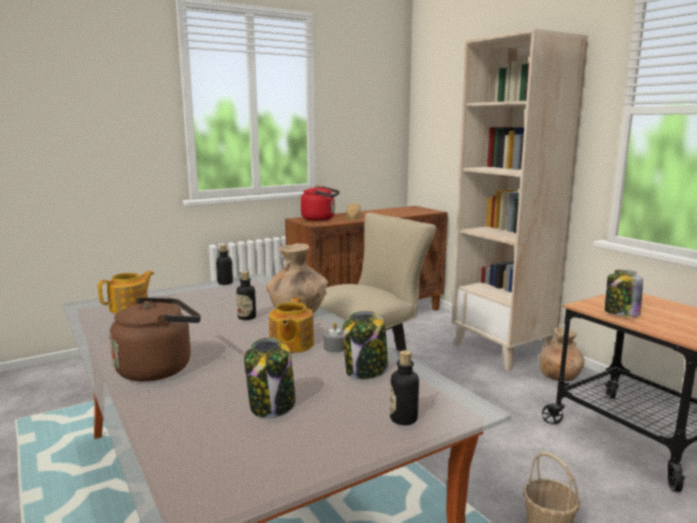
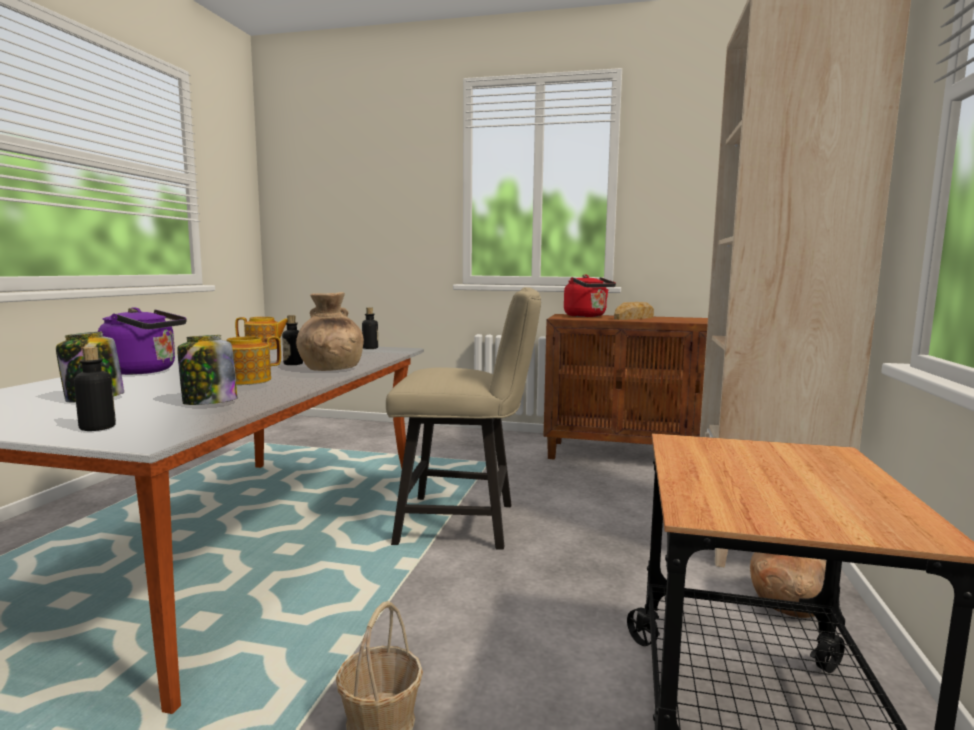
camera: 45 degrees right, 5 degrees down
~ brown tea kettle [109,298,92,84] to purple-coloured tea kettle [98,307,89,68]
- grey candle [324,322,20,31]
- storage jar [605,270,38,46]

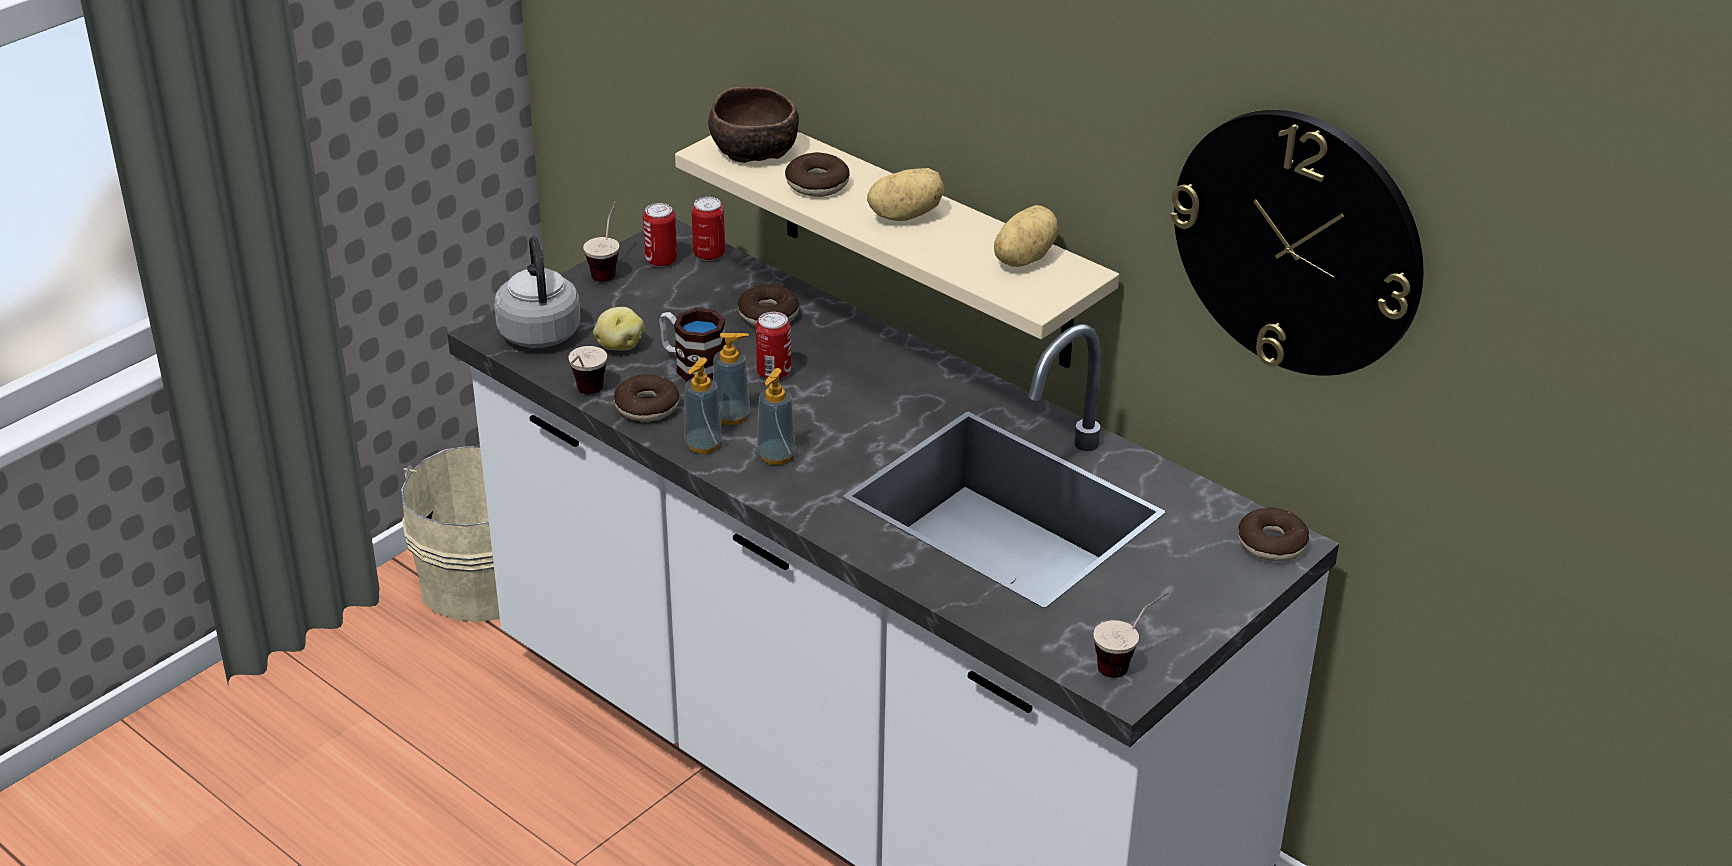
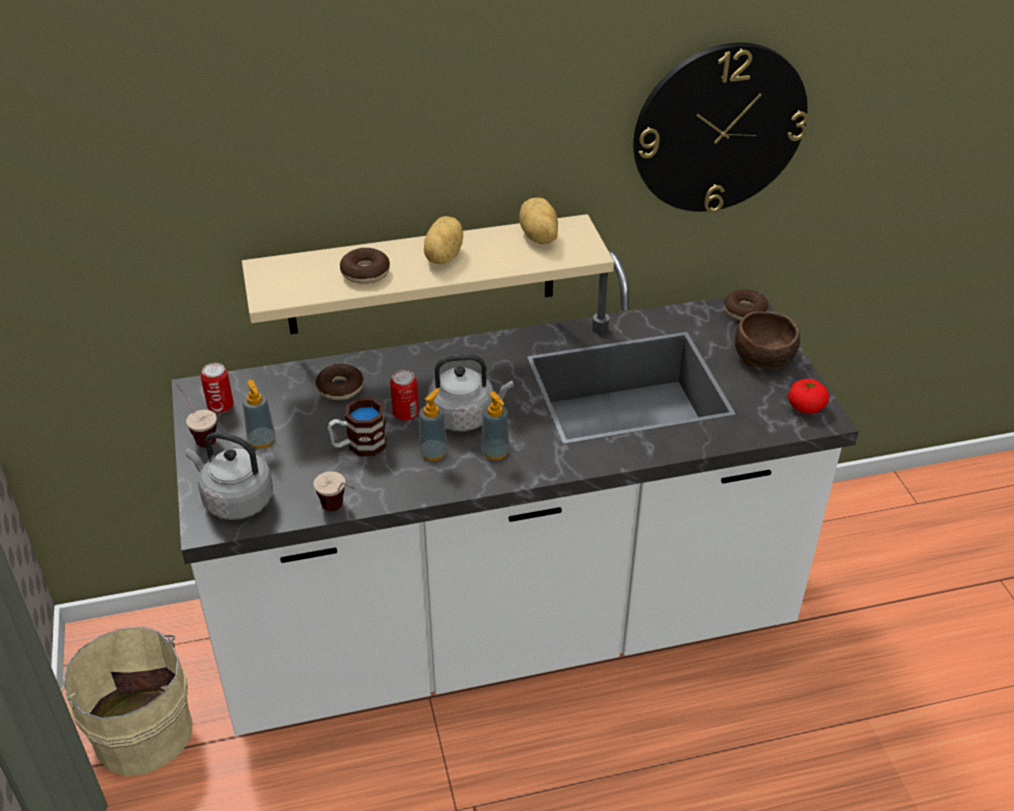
camera: 55 degrees left, 5 degrees up
- spud [593,307,51,44]
- donut [614,374,65,47]
~ liquid soap bottle [684,357,38,97] to [242,380,34,68]
- metal can [692,197,33,64]
~ brown bowl [708,87,91,76] to [735,311,65,59]
~ small cup [1093,592,76,86] to fresh tomato [788,379,41,35]
+ grey tea kettle [428,354,85,77]

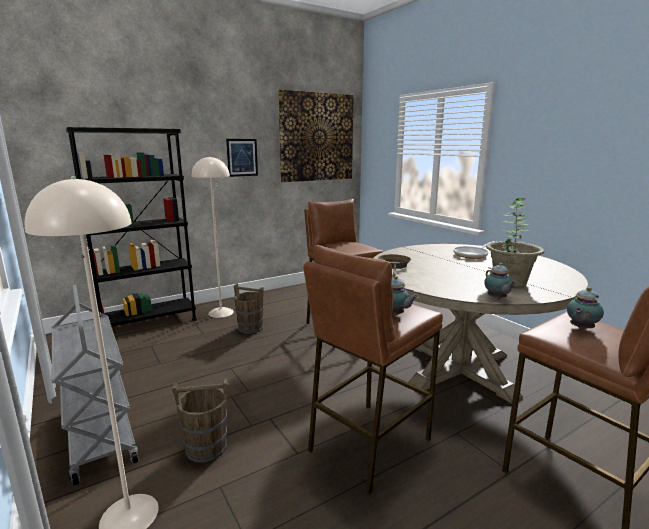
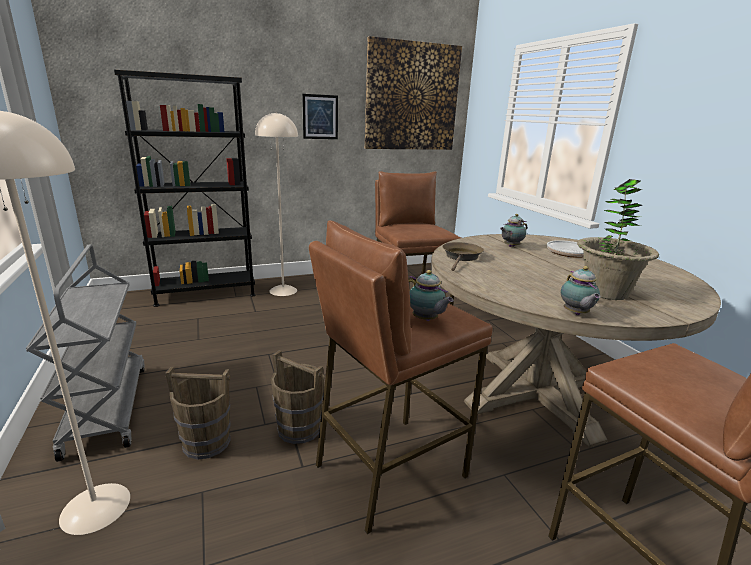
camera: 10 degrees right, 5 degrees up
~ brown bucket [234,284,30,50] to [271,350,53,94]
~ pot for tea [567,287,37,43] to [500,214,27,33]

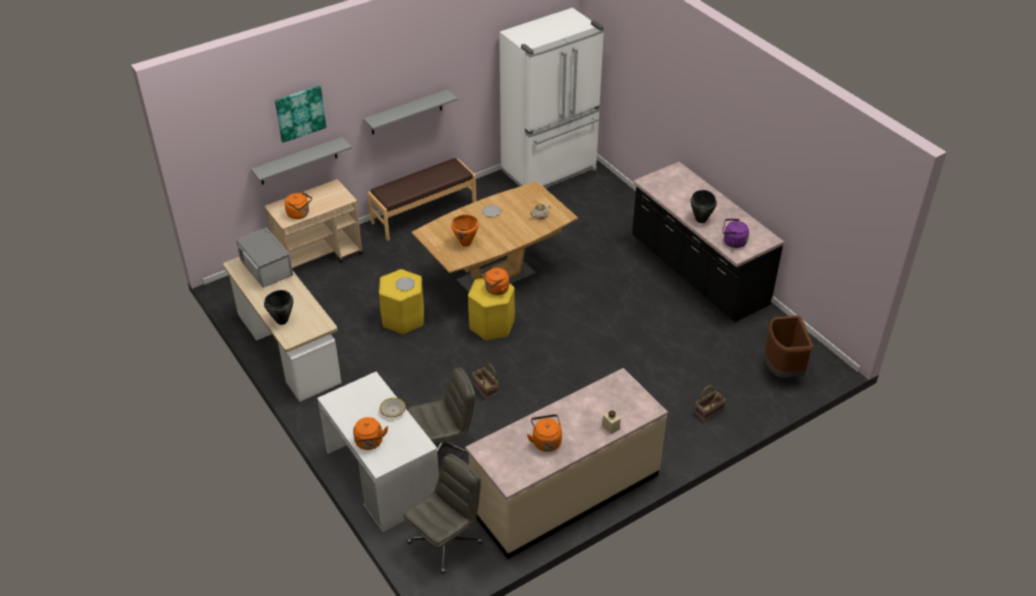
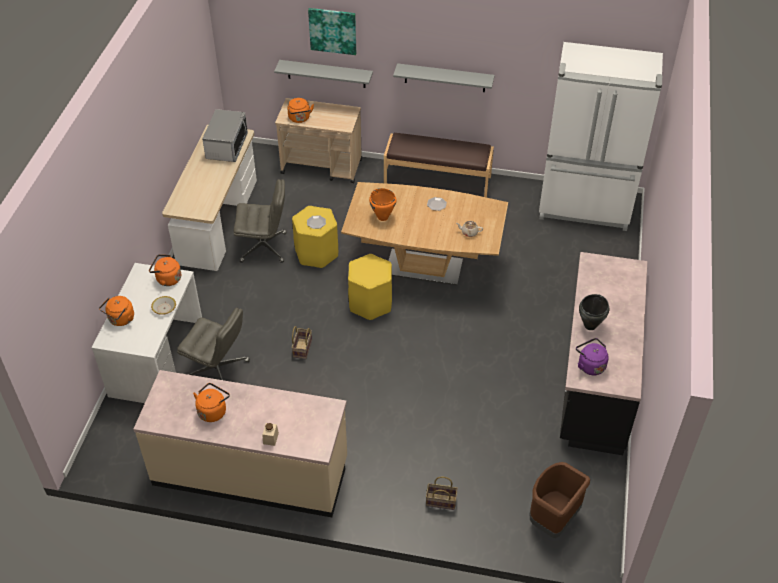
camera: 45 degrees right, 5 degrees up
- black-coloured cooking pot [264,290,29,35]
~ grey computer chair [403,454,80,120] to [234,179,53,84]
~ orange tea kettle [480,267,29,28] to [149,254,32,32]

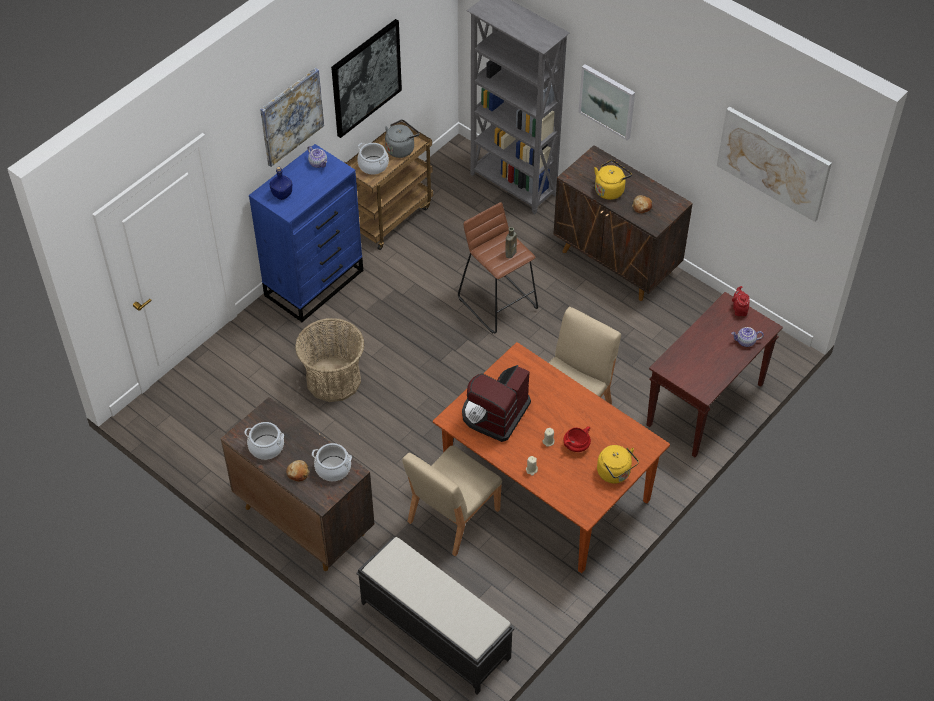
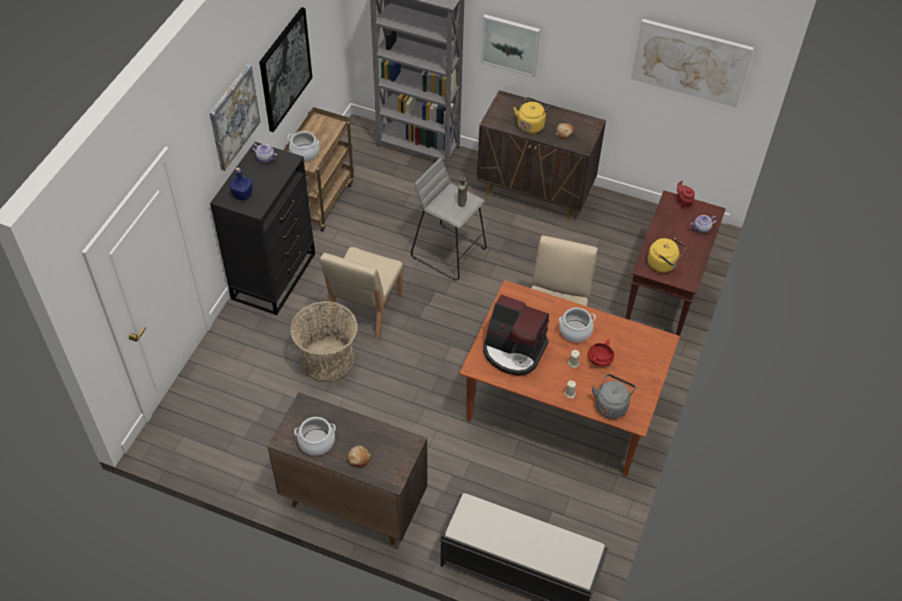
camera: 20 degrees left, 0 degrees up
~ blue dresser [249,144,114,178] to black-coloured dresser [210,142,105,173]
~ cooking pot [312,443,40,38] to [559,308,37,34]
~ grey tea kettle [385,120,35,38] to [592,374,44,45]
~ beige-coloured chair [402,445,100,111] to [320,247,83,93]
~ brown stool seat [458,202,80,131] to grey stool seat [411,158,76,123]
~ coffee machine [462,365,69,77] = [483,294,66,82] 75 degrees counterclockwise
~ yellow-coloured tea kettle [597,445,42,39] to [648,238,38,35]

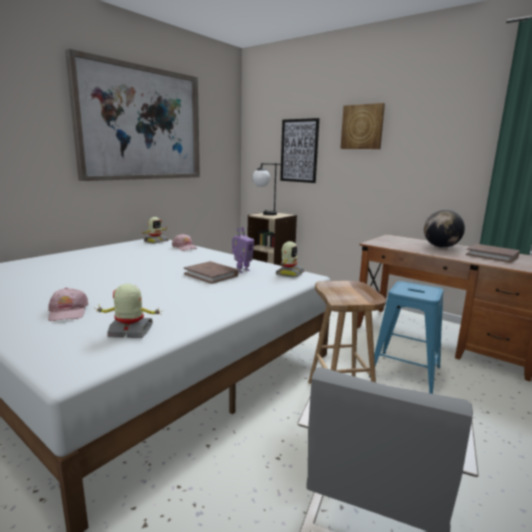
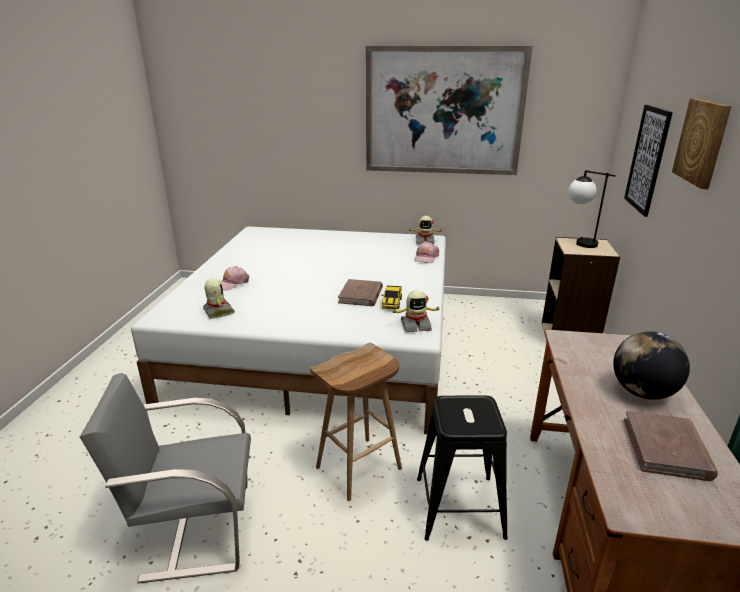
camera: 60 degrees right, 10 degrees up
~ toy robot [232,227,22,46] to miniature car [382,285,20,24]
~ blue stool seat [369,281,75,113] to black-coloured stool seat [417,395,91,146]

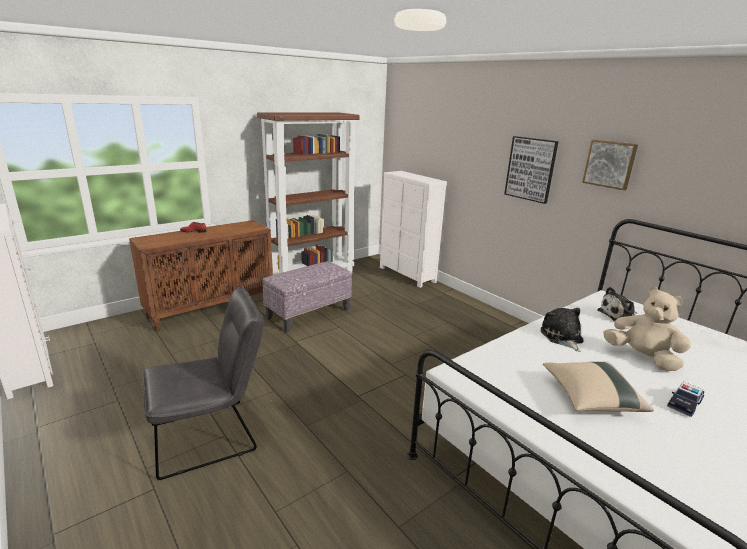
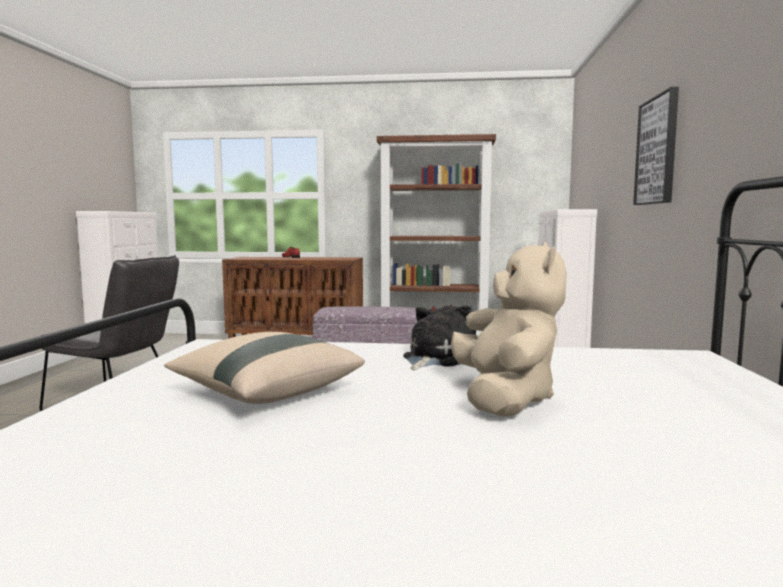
camera: 45 degrees right, 15 degrees down
- wall art [582,140,56,50]
- soft toy [597,287,40,34]
- miniature car [667,382,37,35]

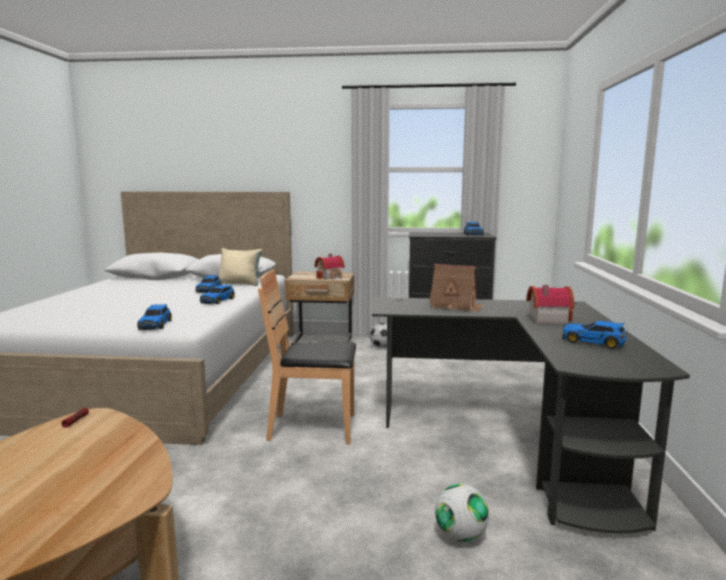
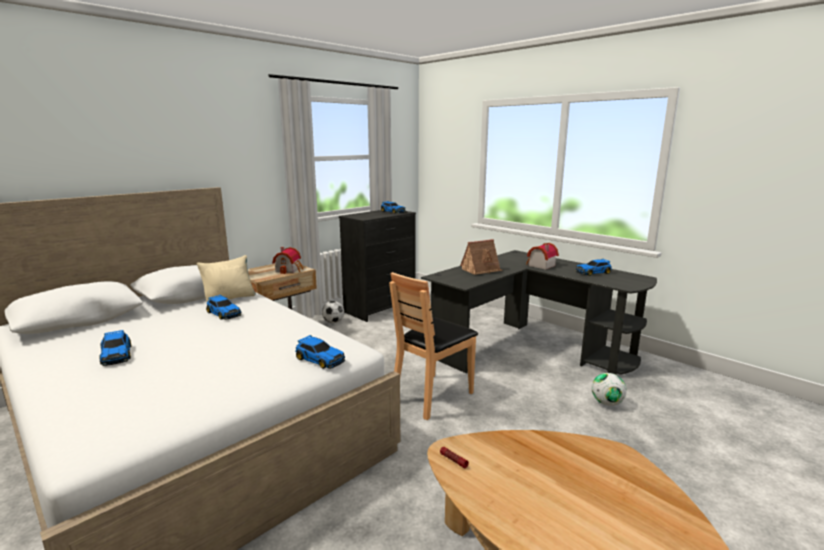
camera: 50 degrees left, 5 degrees up
~ miniature car [199,284,36,20] to [99,330,32,36]

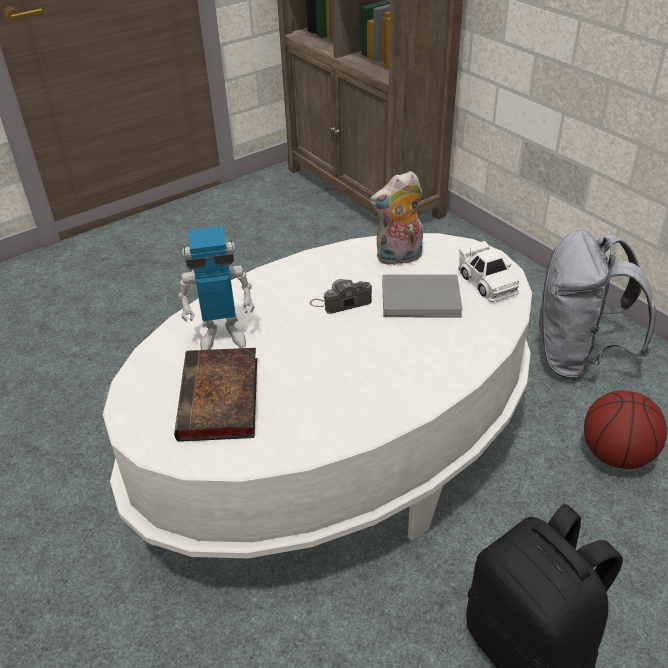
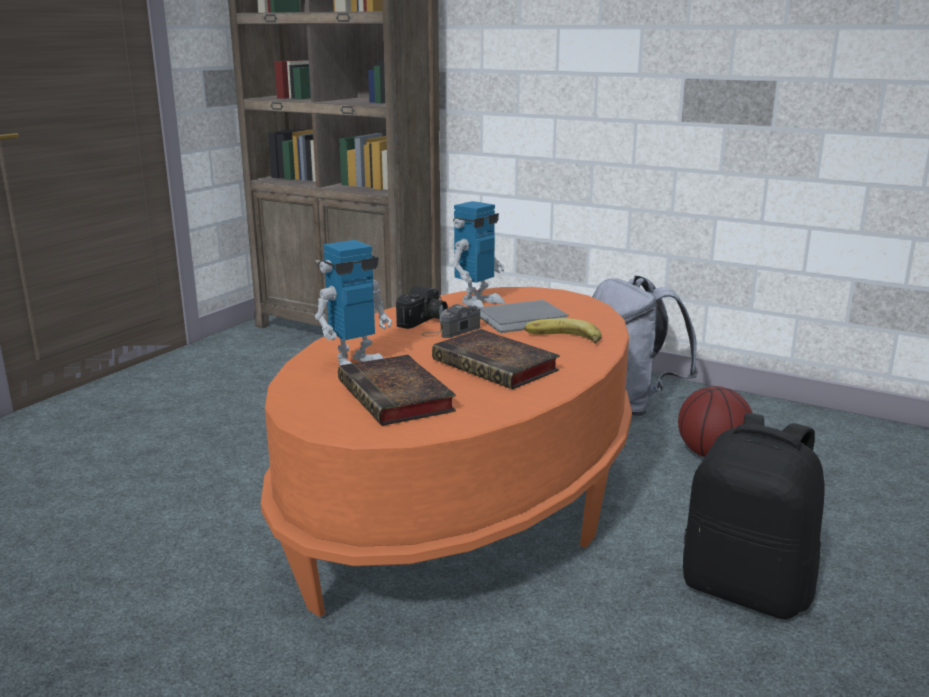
camera: 25 degrees left, 20 degrees down
~ white coffee table [103,233,429,325] to orange coffee table [261,287,371,330]
~ soft toy [370,171,53,95] to toy robot [452,201,53,106]
- white miniature car [458,241,62,61]
+ photo camera [396,286,52,43]
+ book [432,329,128,60]
+ banana fruit [524,318,78,26]

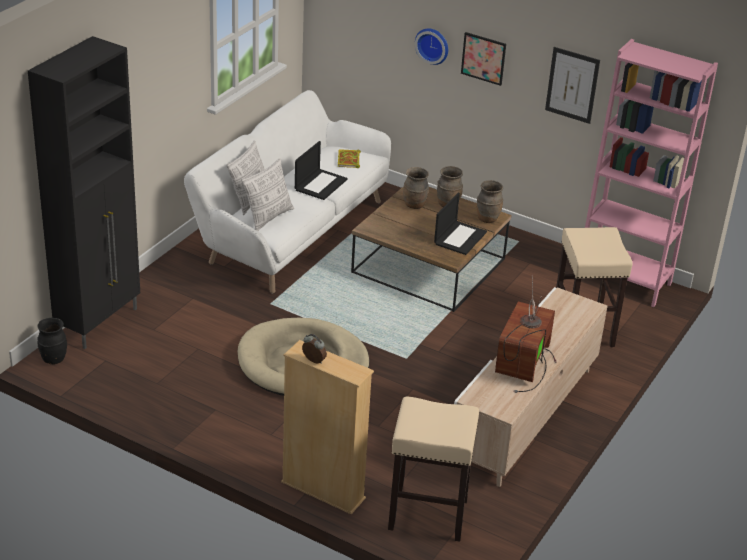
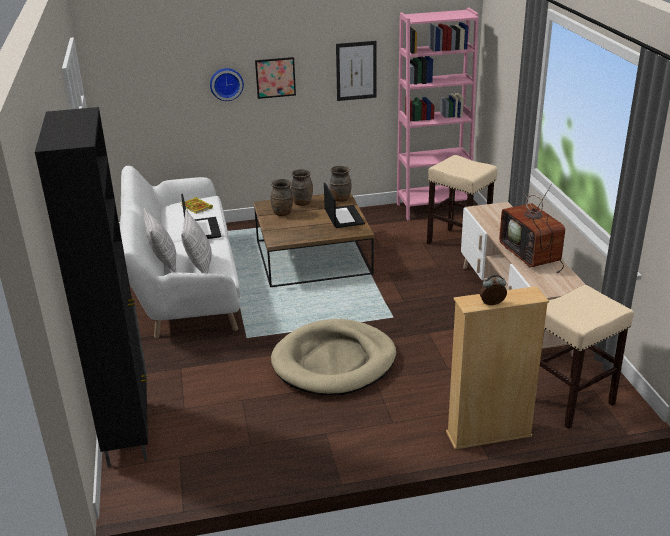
camera: 40 degrees left, 5 degrees down
- black-coloured flower vase [37,318,30,46]

